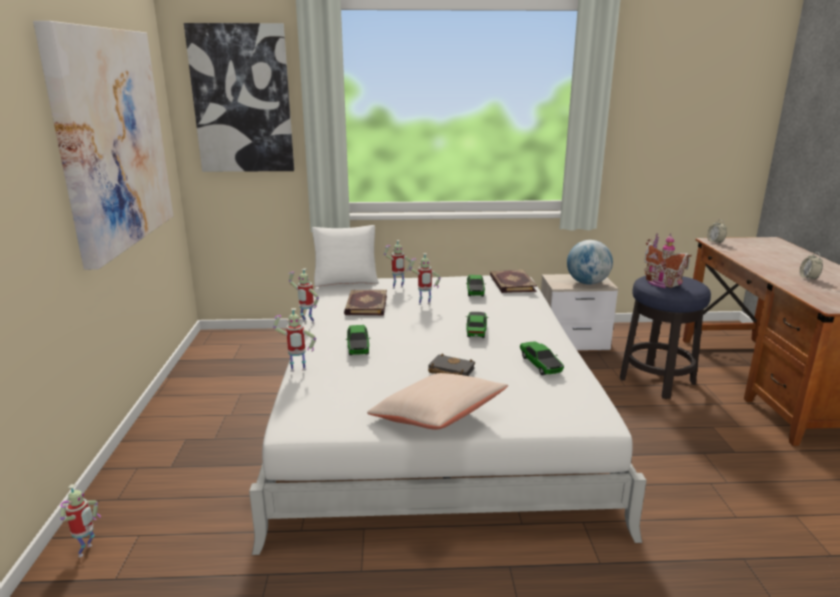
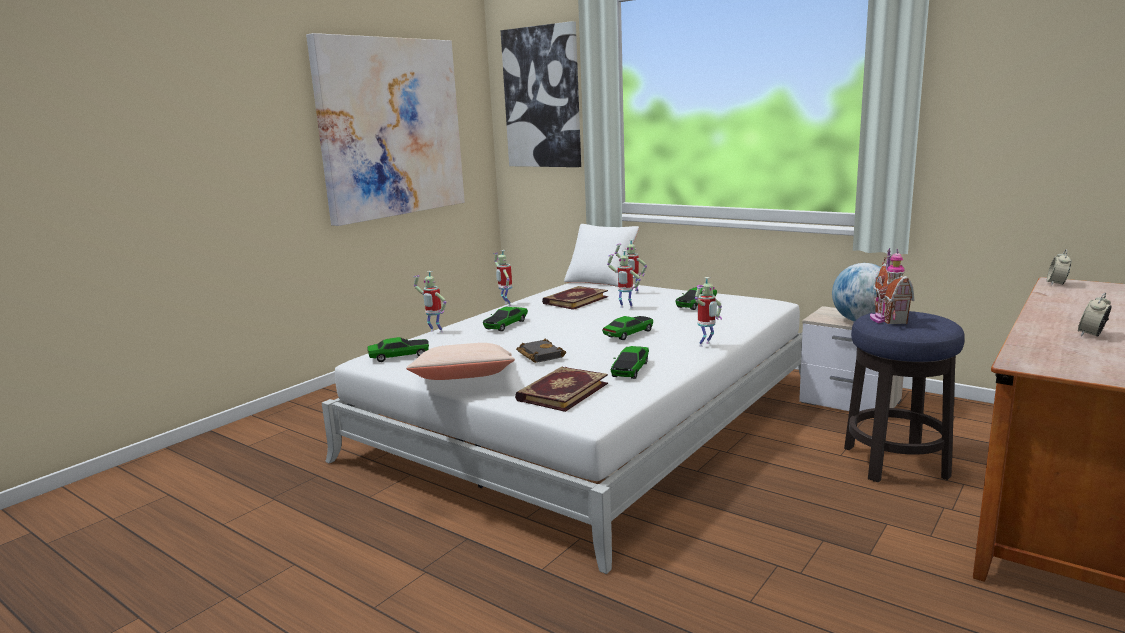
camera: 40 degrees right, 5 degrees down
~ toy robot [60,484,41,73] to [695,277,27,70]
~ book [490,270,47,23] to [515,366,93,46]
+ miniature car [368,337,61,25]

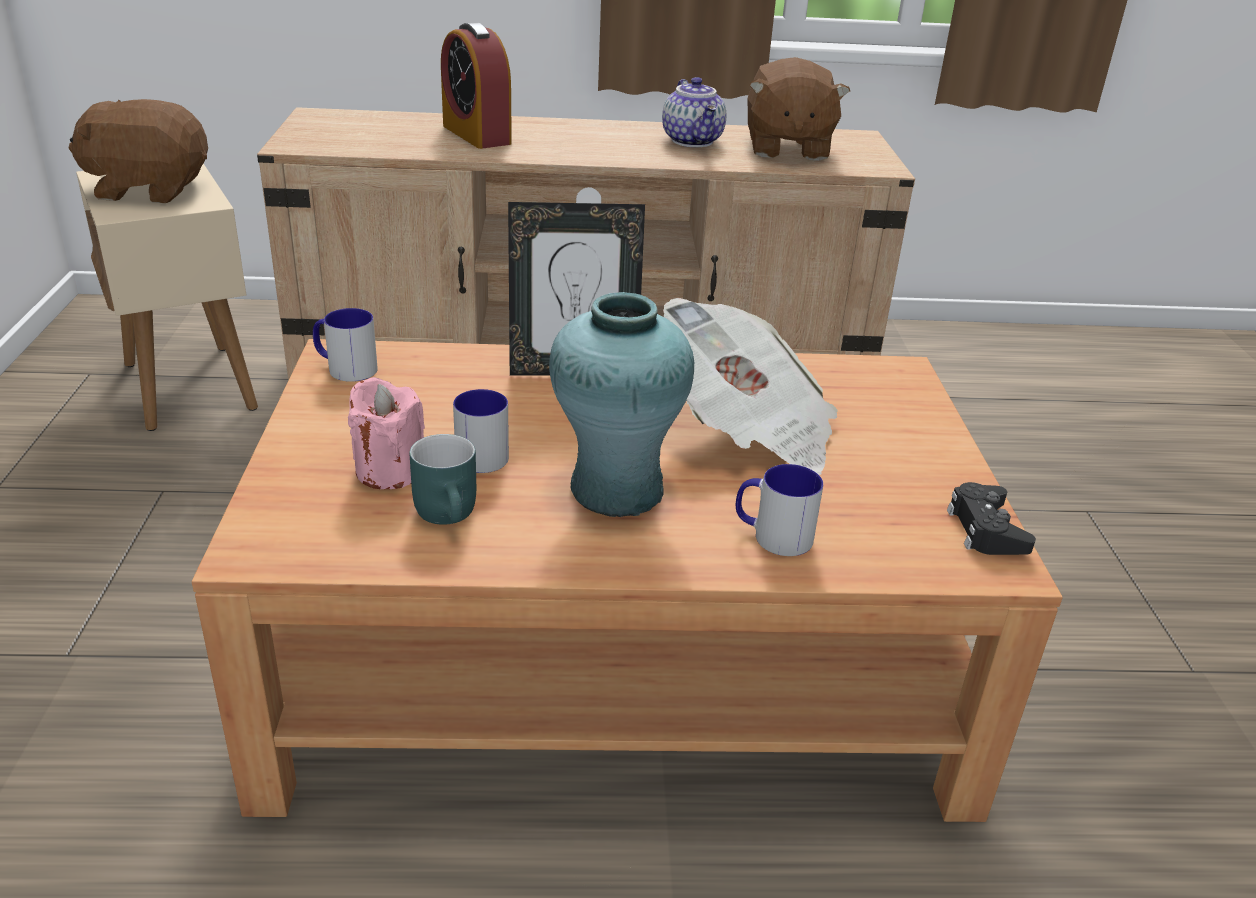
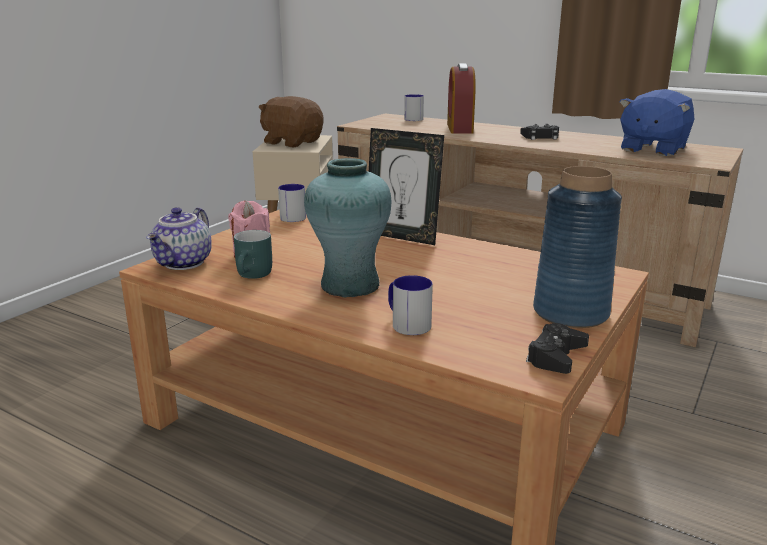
camera: 35 degrees right, 10 degrees down
~ tea mug [453,389,56,84] to [404,94,20,27]
~ pot for tea [662,77,64,70] to [146,207,66,63]
- printed paper [663,298,175,177]
~ brown soft toy [748,57,102,104] to blue soft toy [619,89,76,67]
+ black-coloured joypad [520,124,39,16]
+ blue flower vase [533,166,89,162]

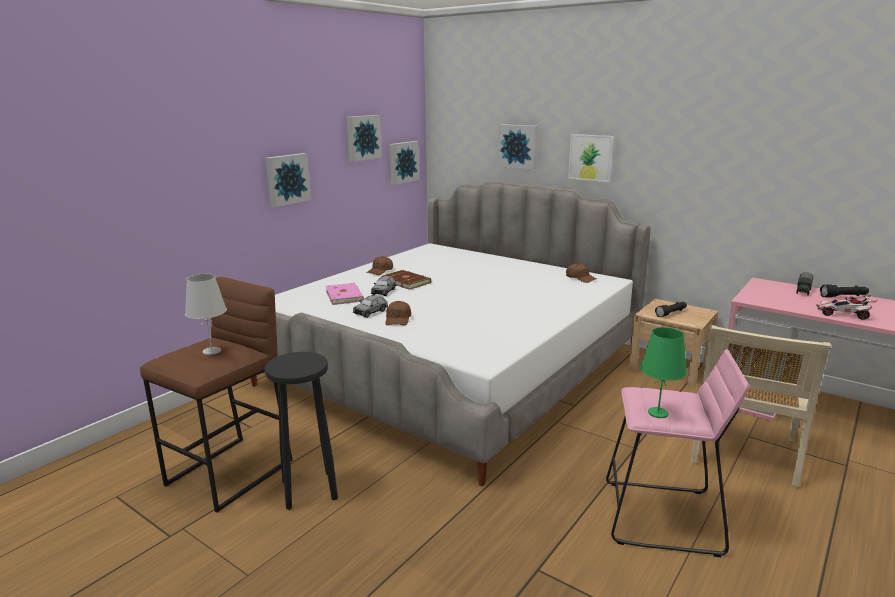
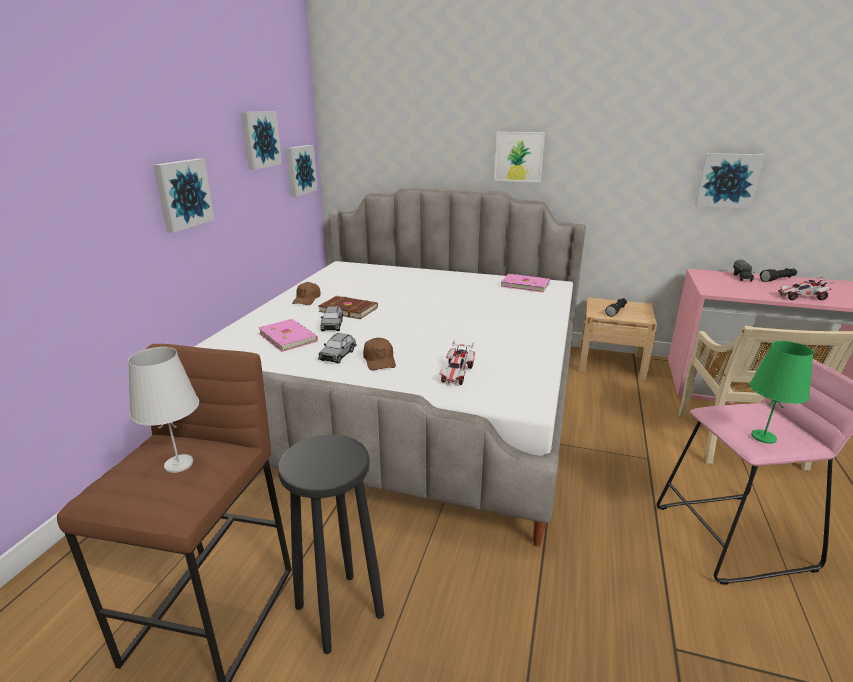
camera: 20 degrees left, 5 degrees up
~ wall art [498,124,40,46] to [695,153,70,56]
~ brown baseball cap [566,263,31,20] to pink-coloured book [500,274,50,19]
+ miniature car [440,340,35,45]

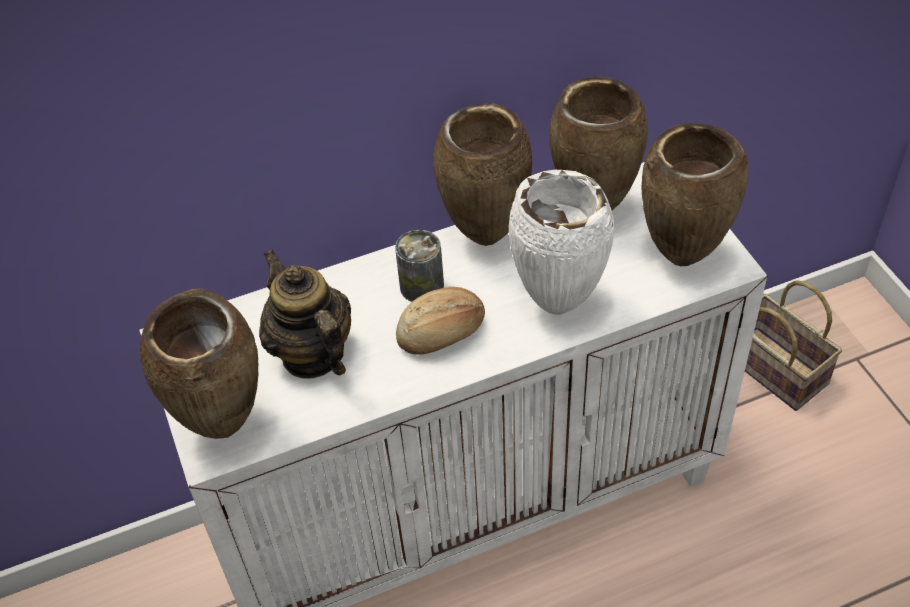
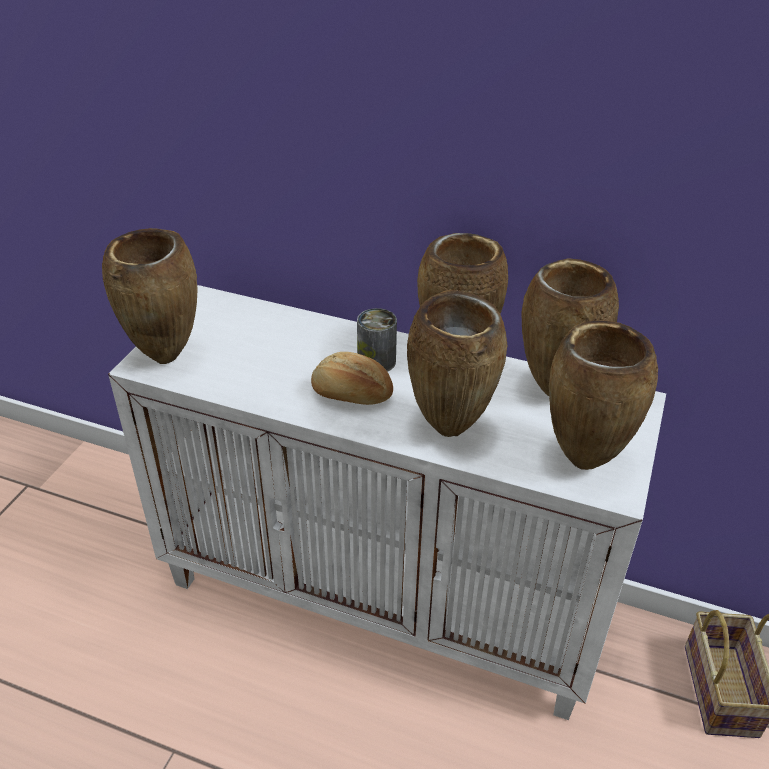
camera: 40 degrees right, 10 degrees down
- pot for tea [259,250,92,129]
~ white flower vase [509,170,105,145] to brown flower vase [407,290,101,147]

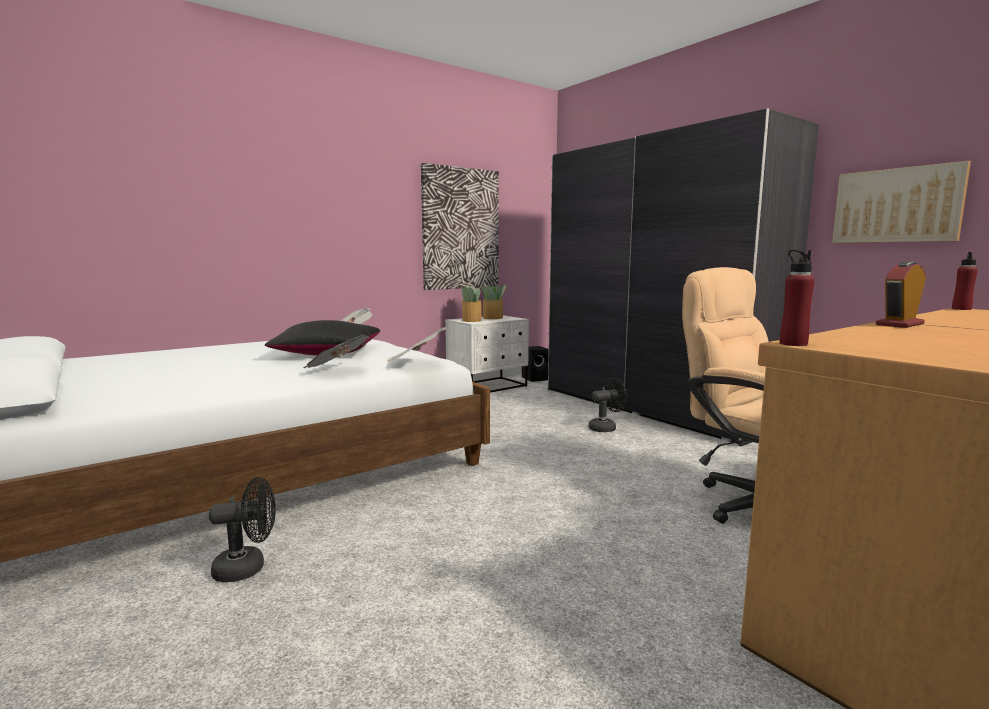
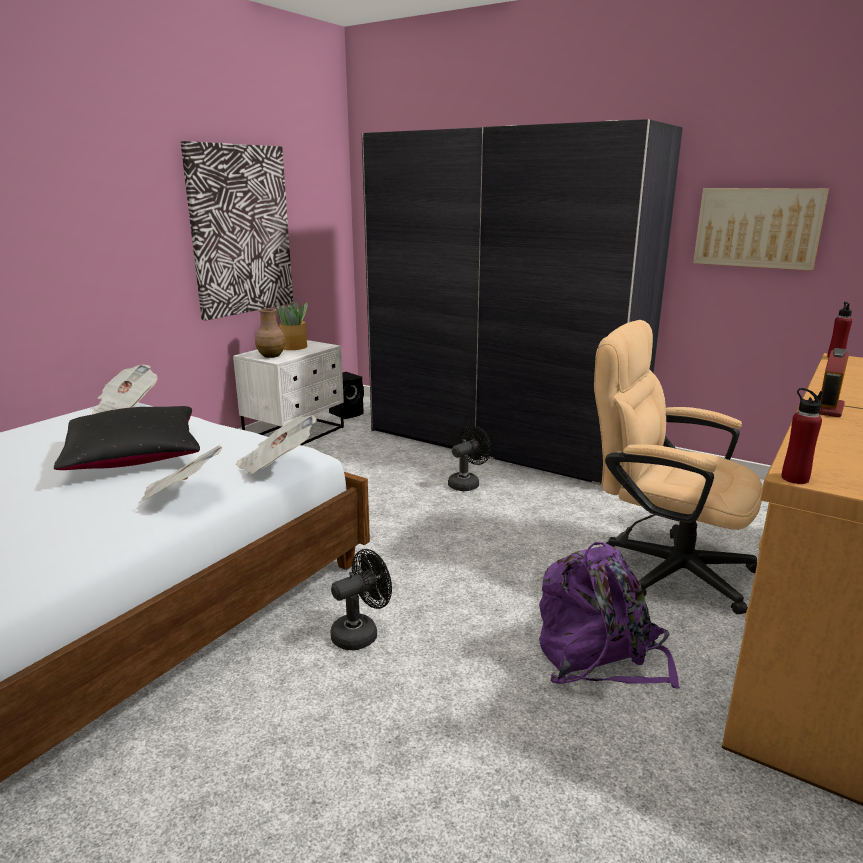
camera: 20 degrees left, 10 degrees up
~ black-coloured fan [209,477,67,106] to [330,549,62,101]
~ houseplant [461,285,21,37] to brown flower vase [255,308,31,50]
+ purple-coloured knapsack [539,542,141,146]

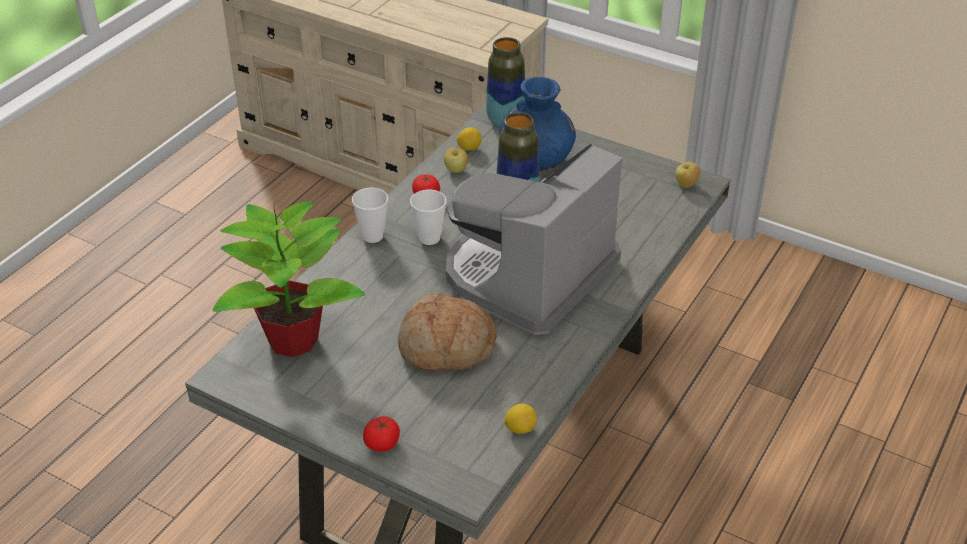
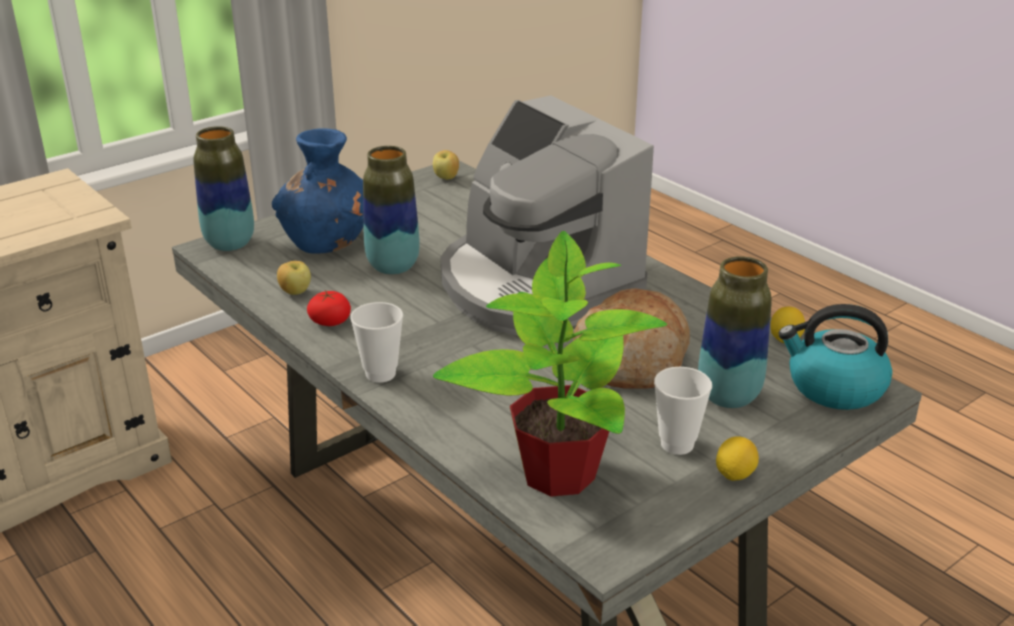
camera: 70 degrees left, 10 degrees down
- fresh tomato [363,416,37,36]
~ small cup [410,190,37,55] to [654,367,58,88]
~ lemon [457,127,24,24] to [716,436,43,45]
+ flower vase [698,256,74,152]
+ tea kettle [778,304,114,106]

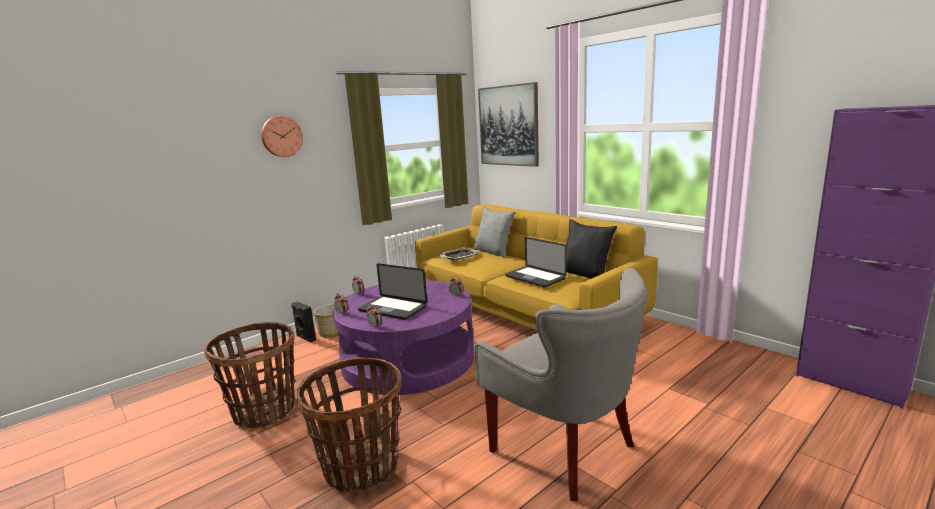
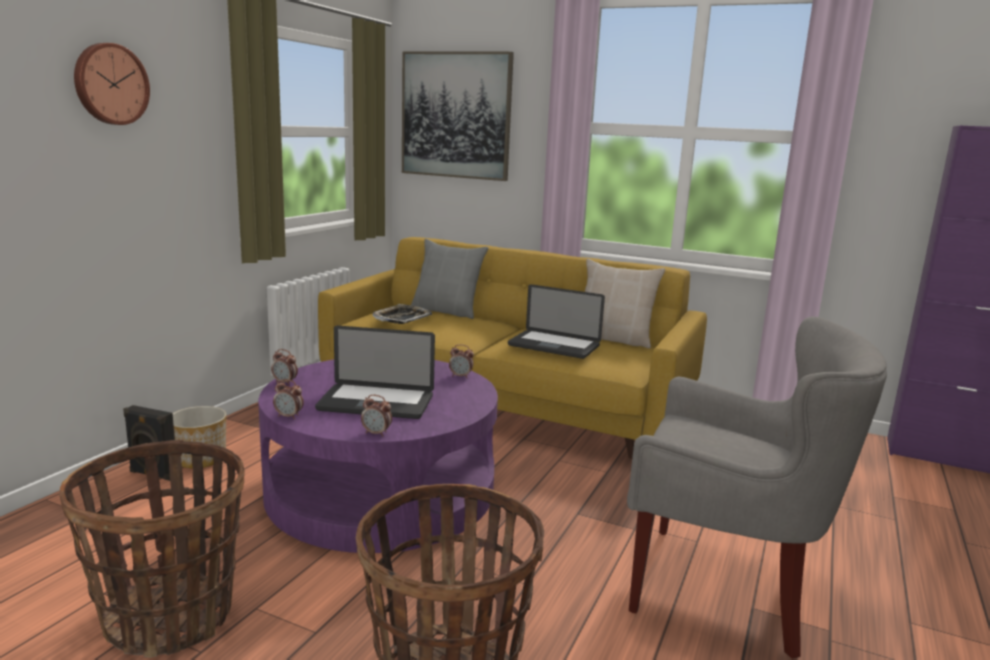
camera: 25 degrees left, 0 degrees up
~ black-coloured throw pillow [566,219,51,60] to beige-coloured throw pillow [585,259,80,90]

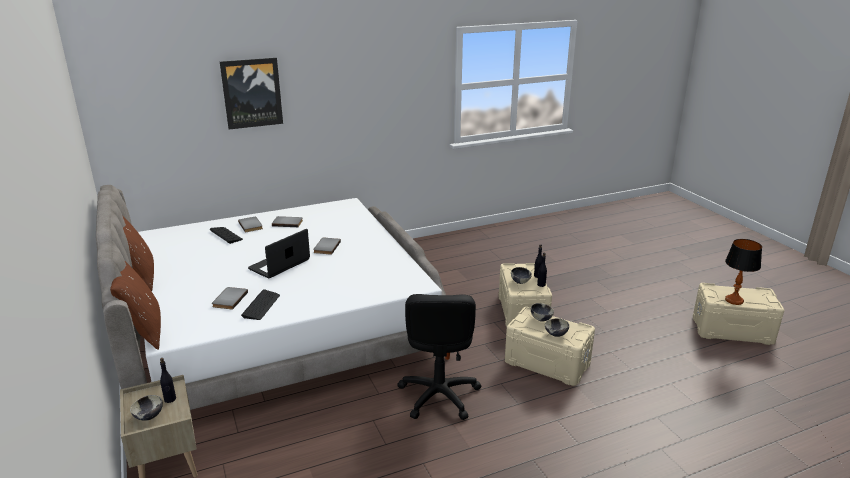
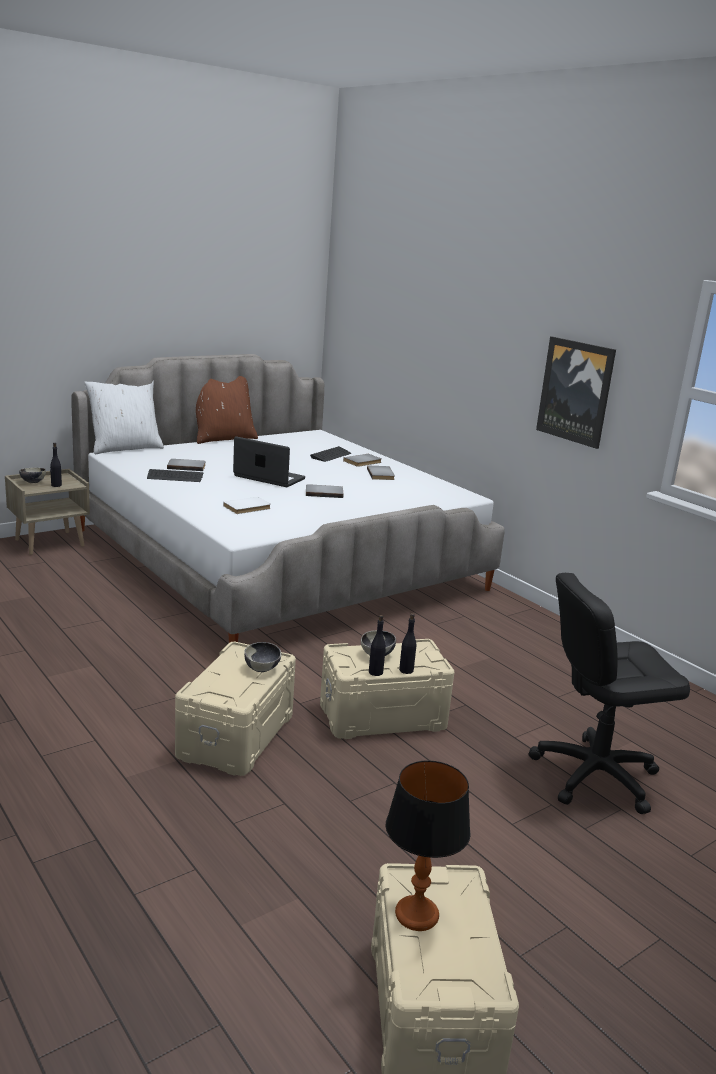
camera: 75 degrees right, 5 degrees down
~ brown throw pillow [110,261,51,89] to white throw pillow [84,380,80,74]
~ wall art [220,58,63,71] to [536,336,80,113]
~ black-coloured computer chair [397,294,84,126] to [528,573,162,242]
- bowl [545,318,24,19]
+ white book [223,497,48,17]

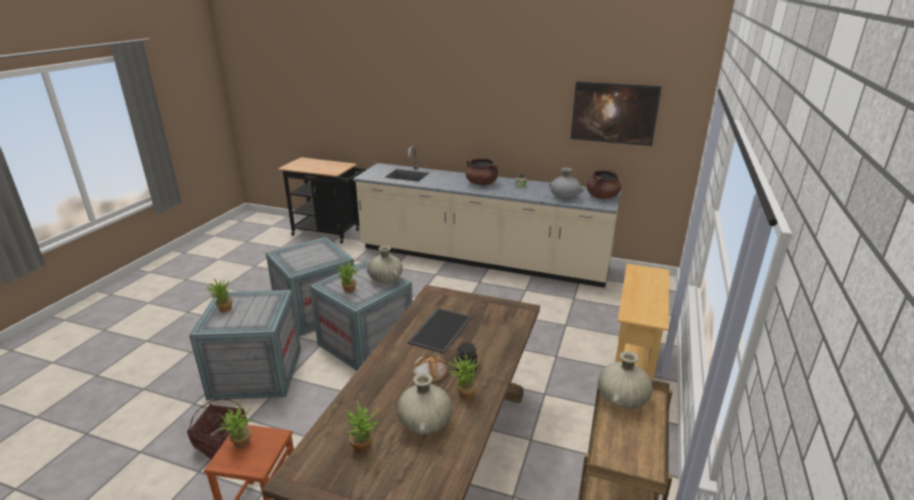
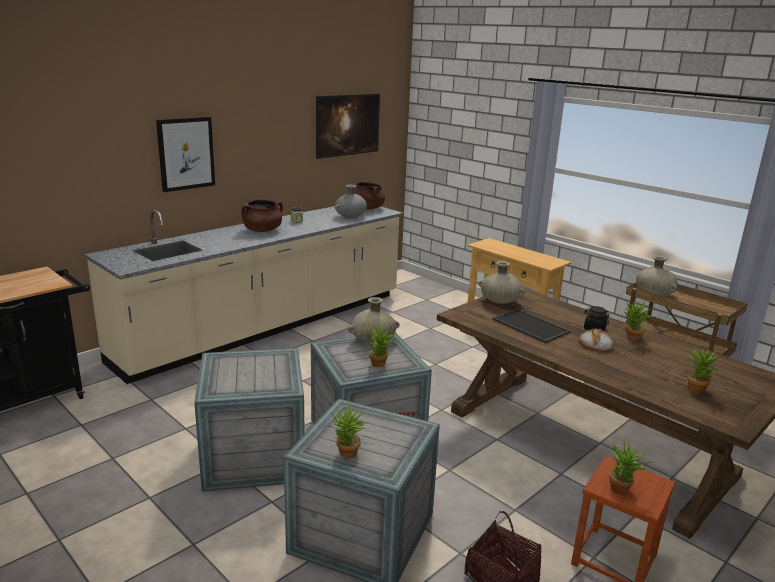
camera: 65 degrees left, 5 degrees down
~ beige-coloured flower vase [397,373,55,62] to [479,261,46,43]
+ wall art [156,117,59,75]

